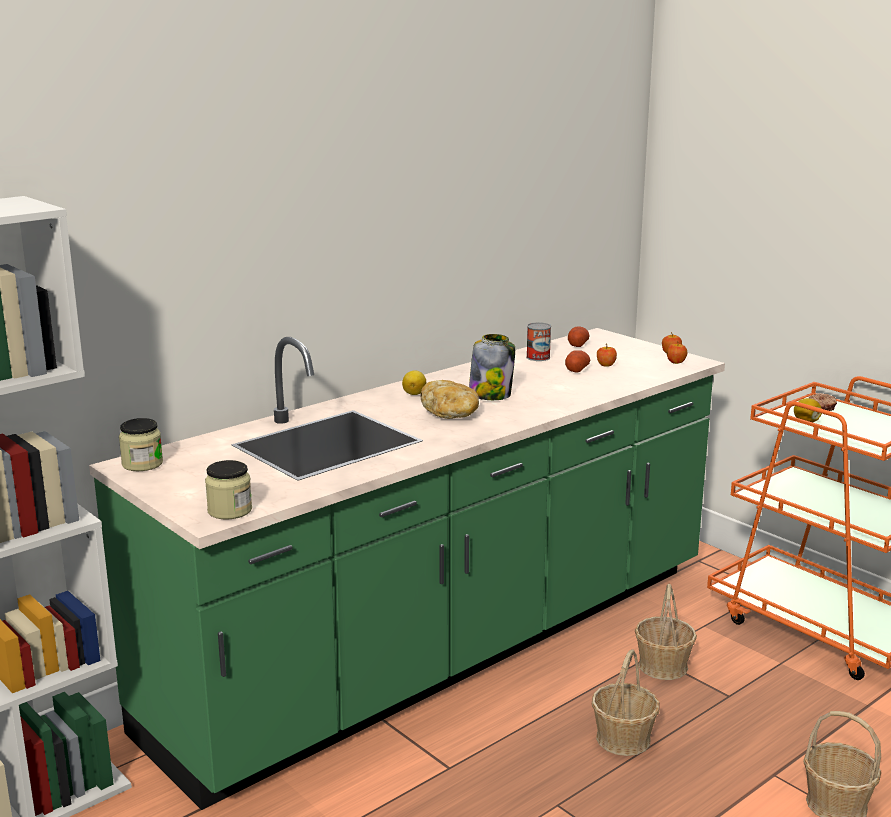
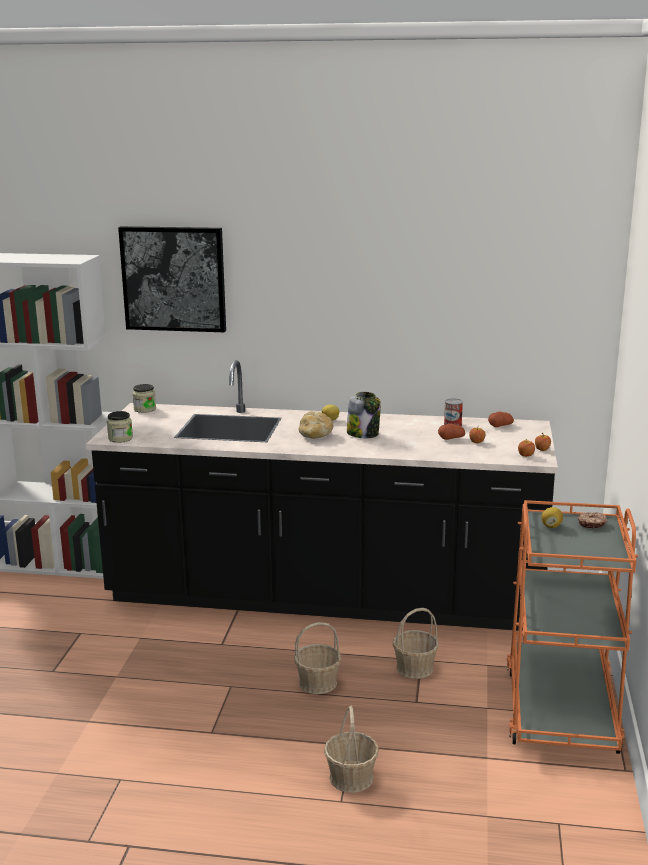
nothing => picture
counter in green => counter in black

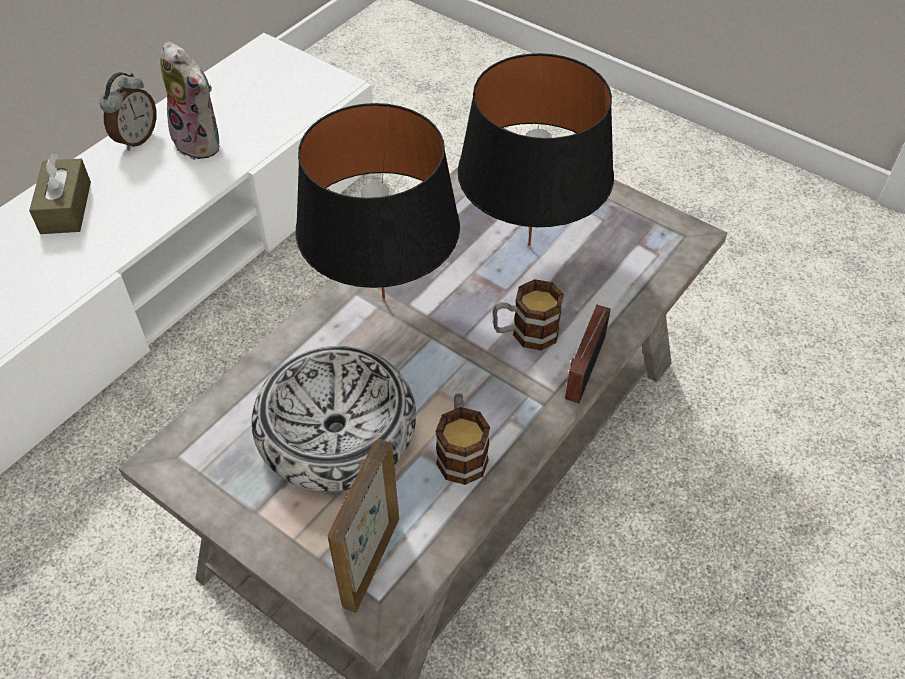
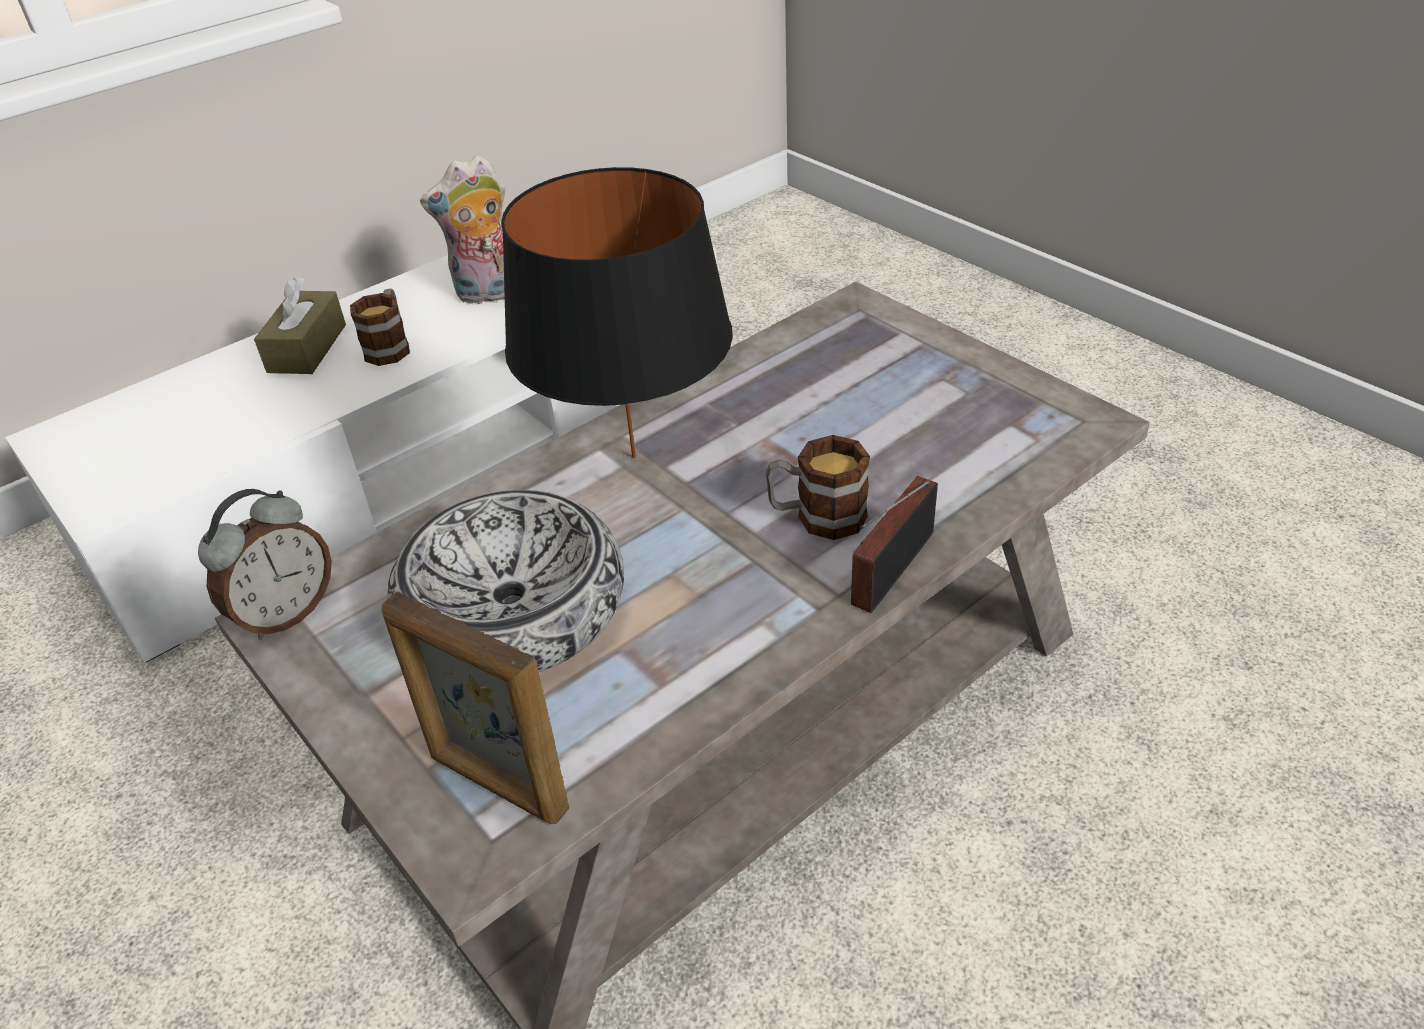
table lamp in black (2nd from left) => nothing
alarm clock, moved
mug (1st from left), moved
plush toy, 105 degrees clockwise
picture frame, 90 degrees counterclockwise

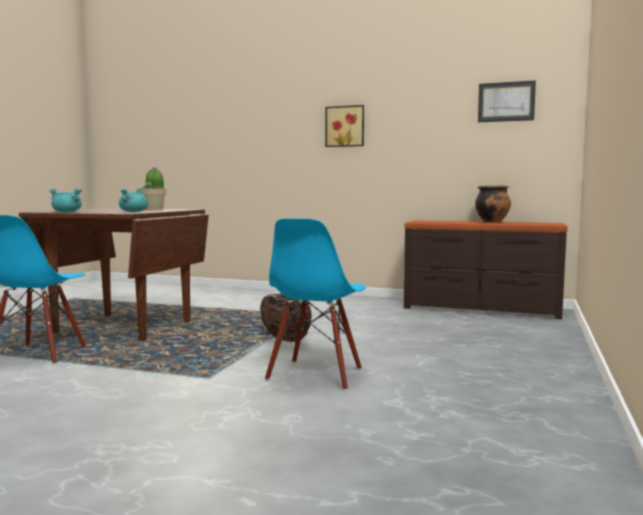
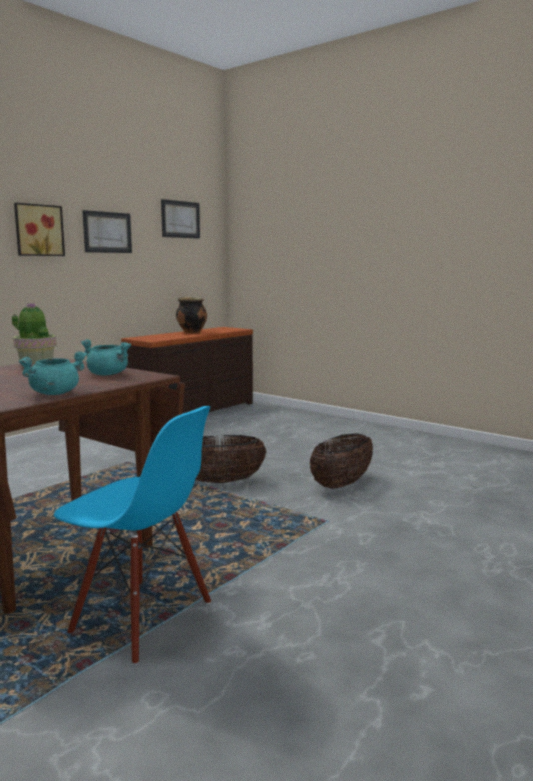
nothing => picture (2nd from left)
chair in blue (2nd from left) => basket (2nd from left)

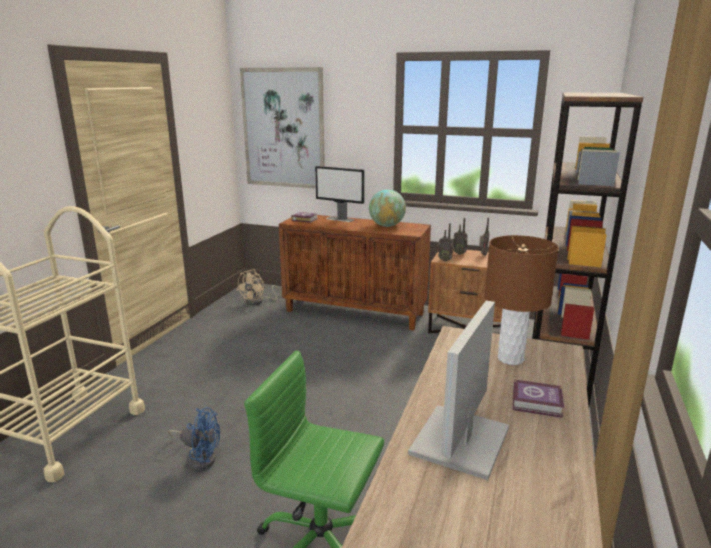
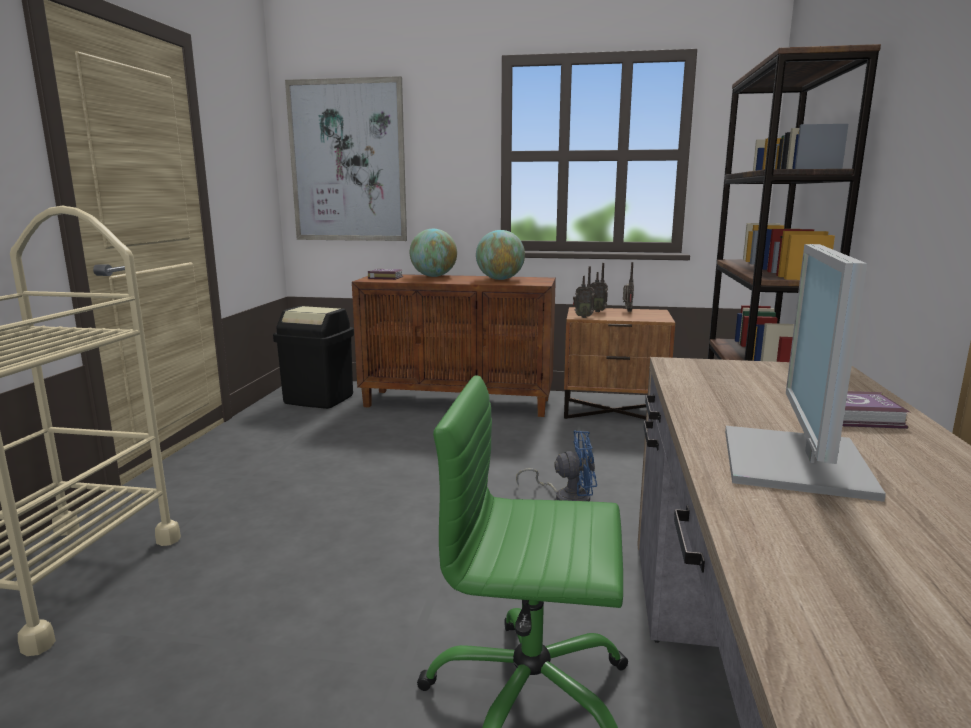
table lamp in brown => nothing
fan in blue, moved
fan in beige => trash can in black
monitor (1st from left) => globe (1st from left)

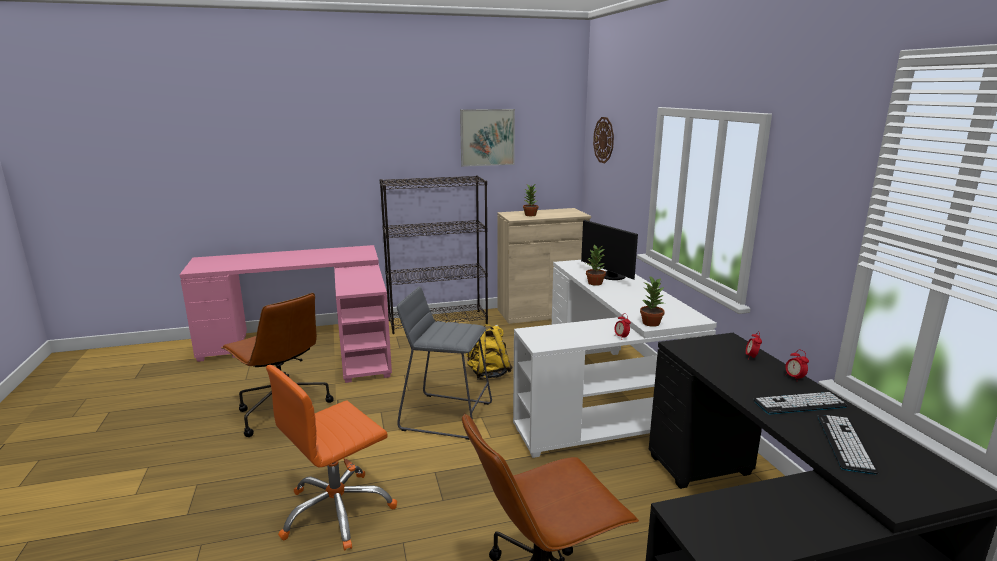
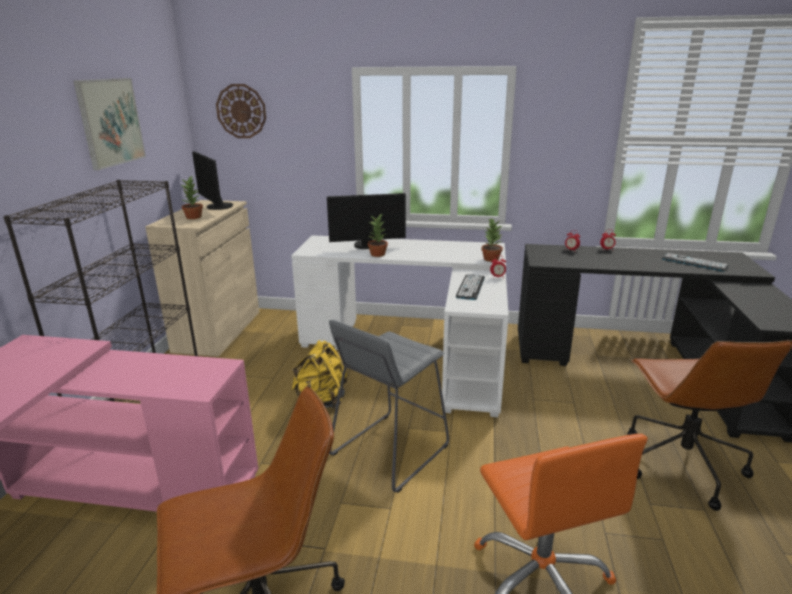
nothing => monitor (1st from left)
keyboard (1st from left), moved

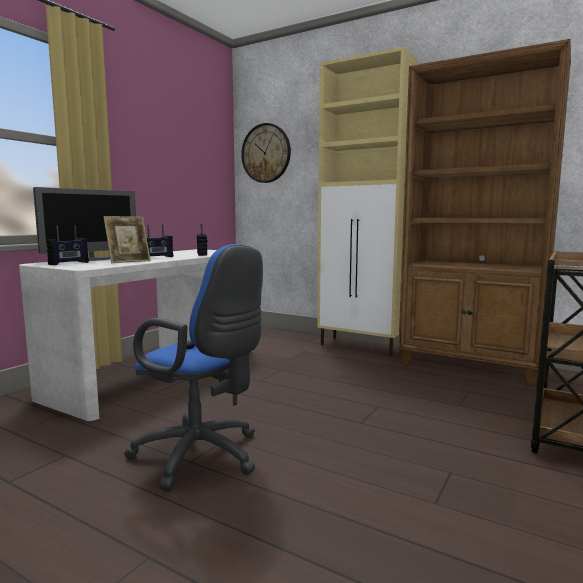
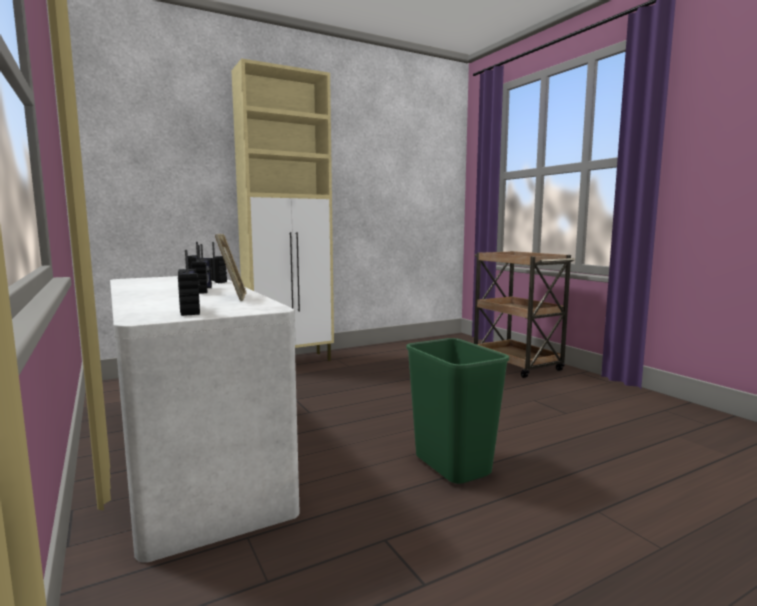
monitor => nothing
wall clock => nothing
bookcase in brown => nothing
office chair in blue => trash can in green

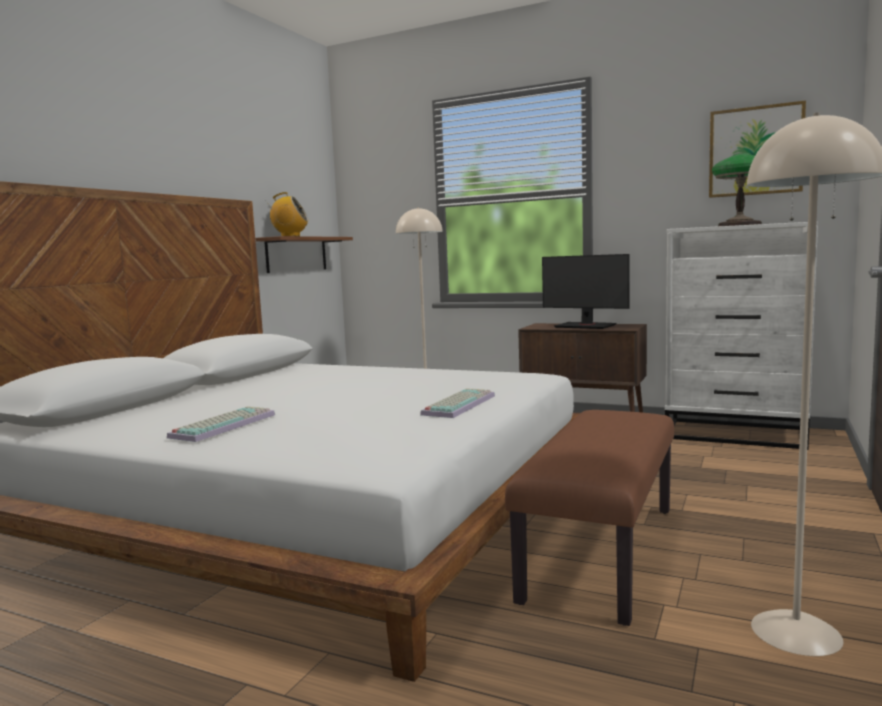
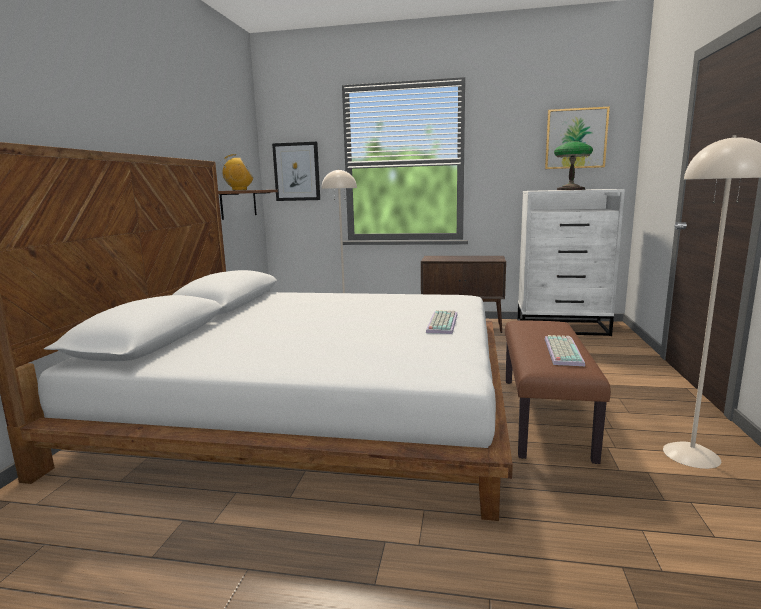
monitor => nothing
nothing => picture (1st from left)
keyboard (1st from left in the first image) => keyboard (2nd from left), moved

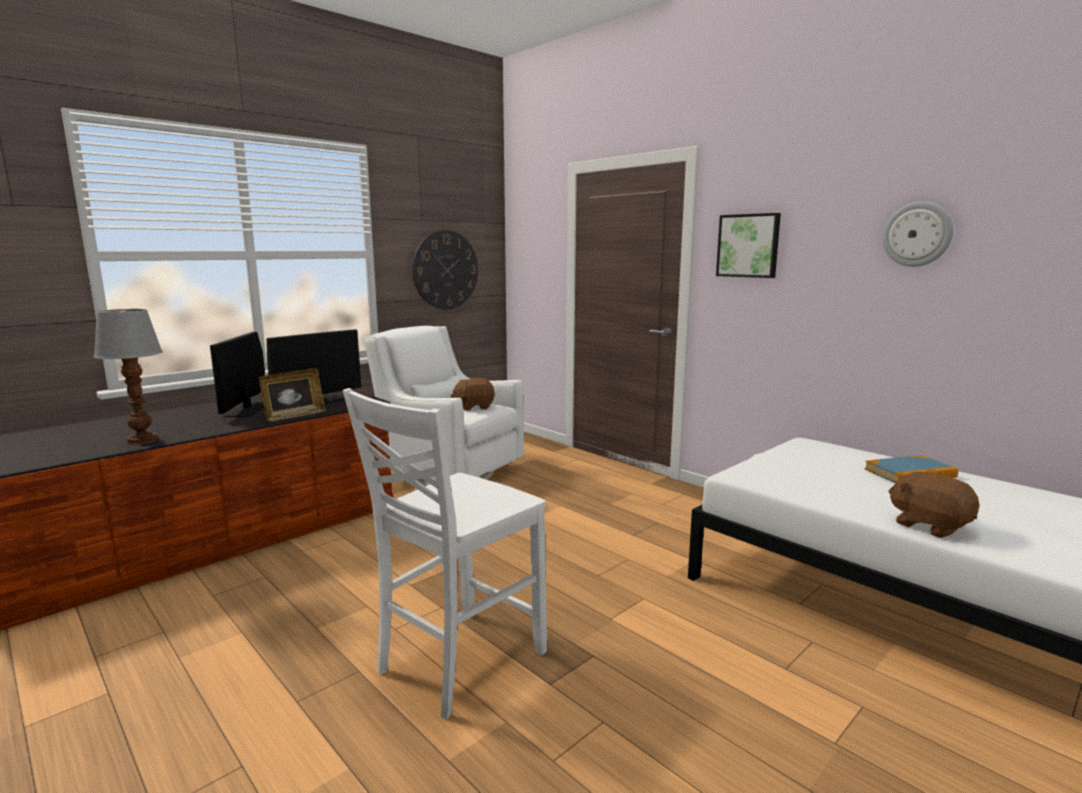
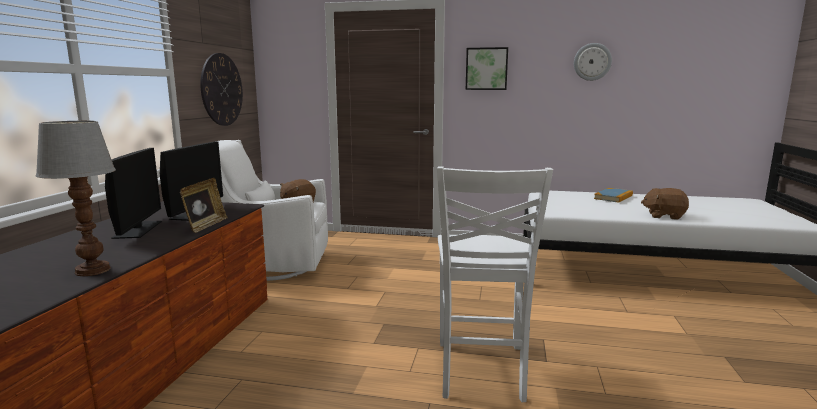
monitor (1st from left), 150 degrees counterclockwise

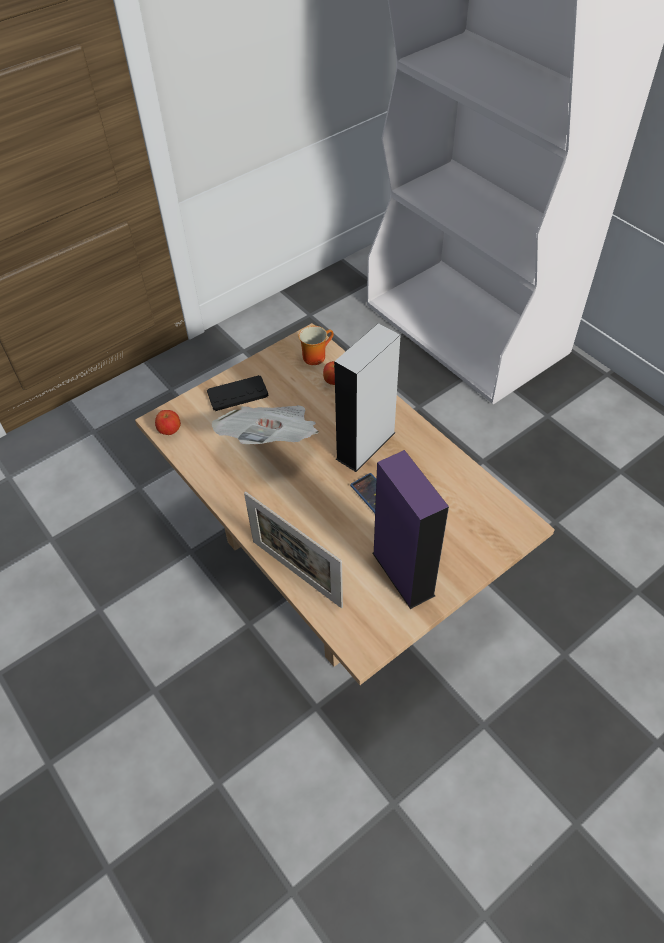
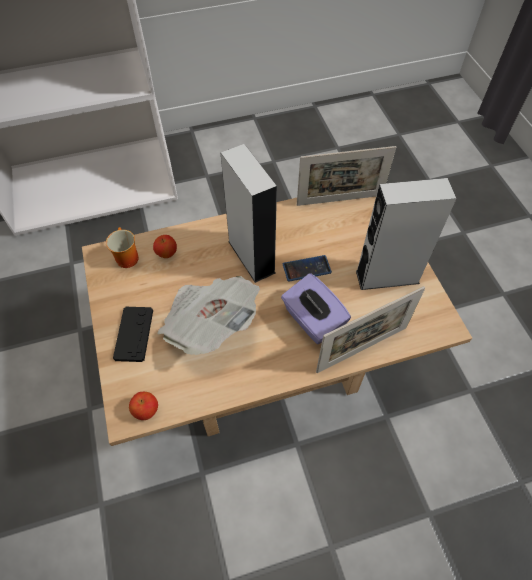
nothing => tissue box in purple
nothing => picture frame (1st from left)
speaker in purple => speaker in grey (2nd from left)

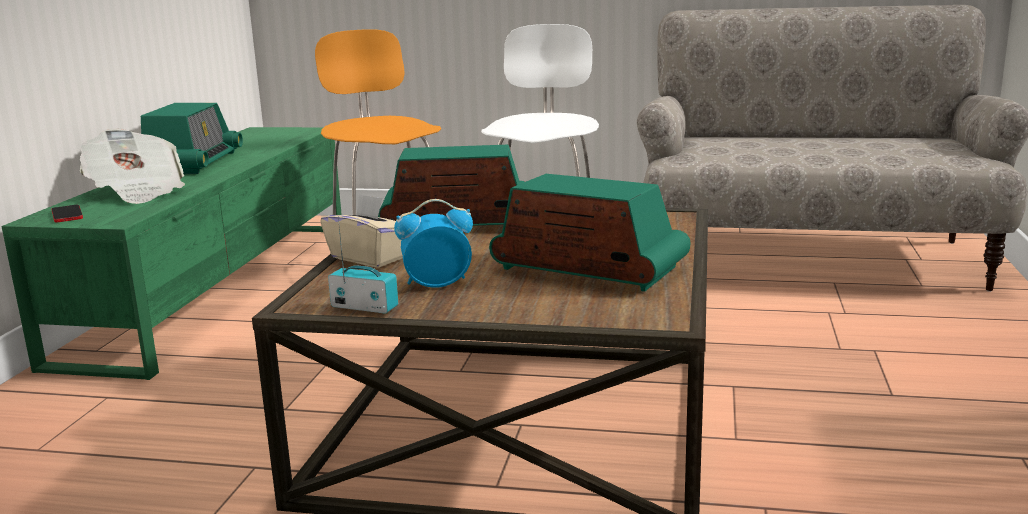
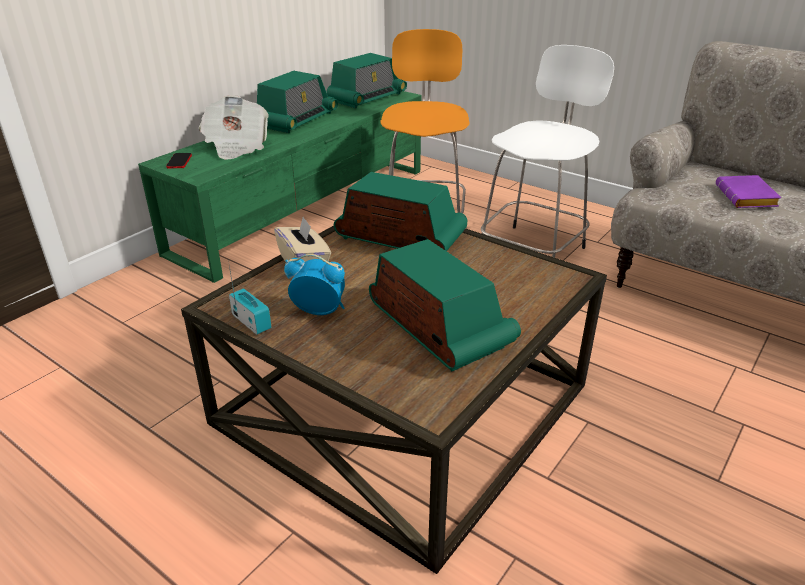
nothing => radio (3rd from left)
nothing => book in purple

